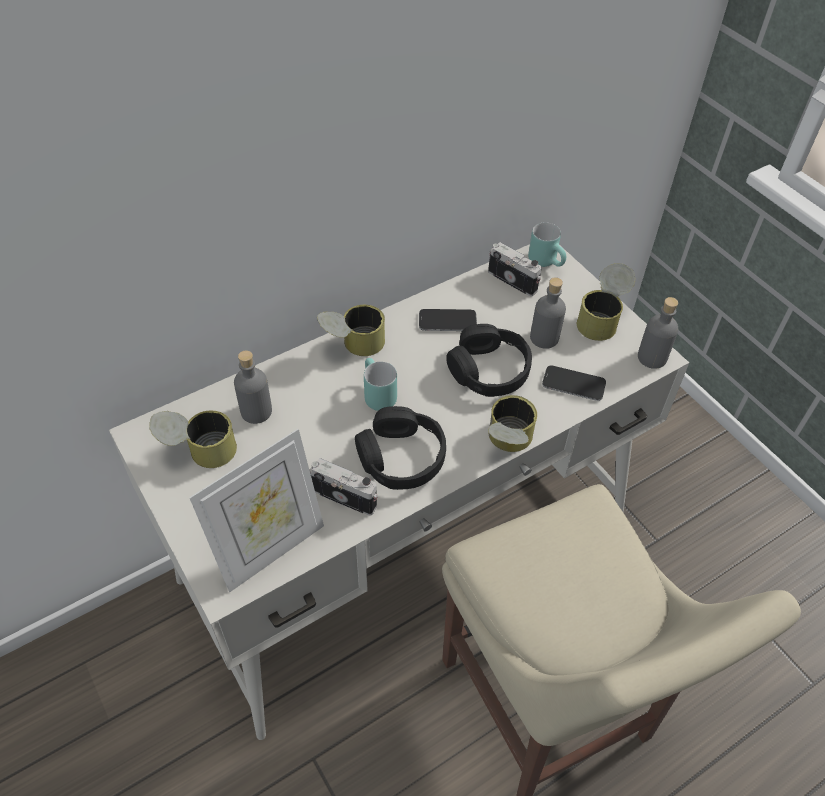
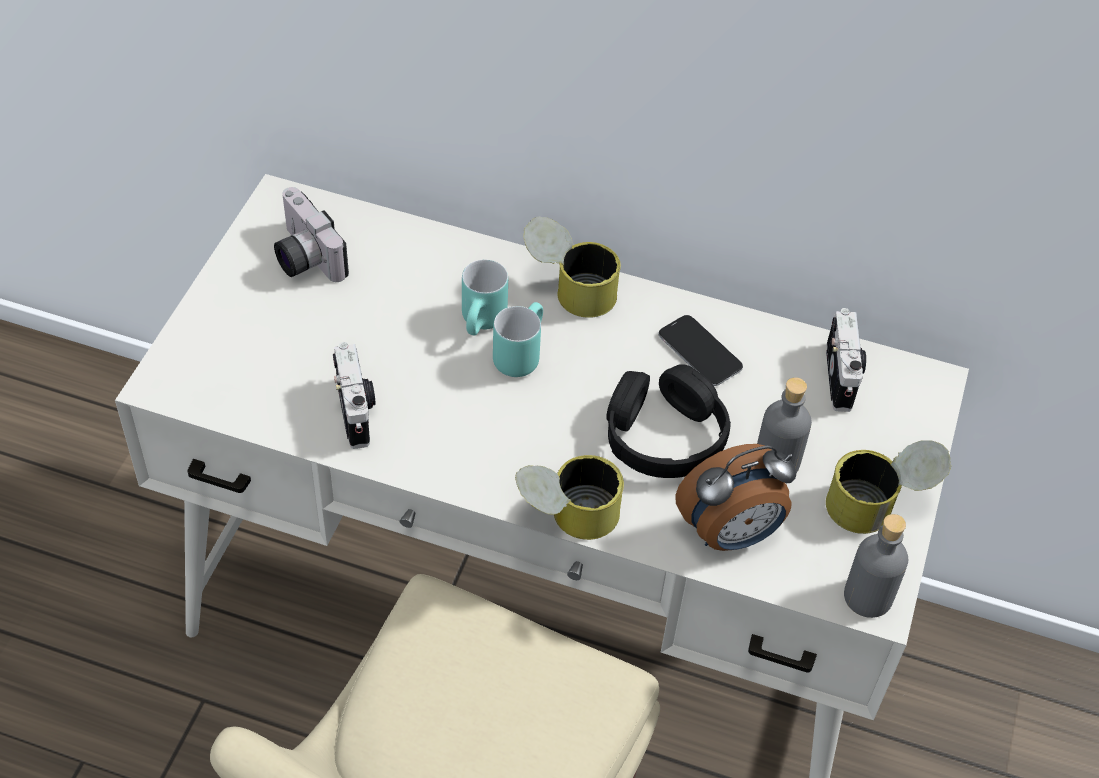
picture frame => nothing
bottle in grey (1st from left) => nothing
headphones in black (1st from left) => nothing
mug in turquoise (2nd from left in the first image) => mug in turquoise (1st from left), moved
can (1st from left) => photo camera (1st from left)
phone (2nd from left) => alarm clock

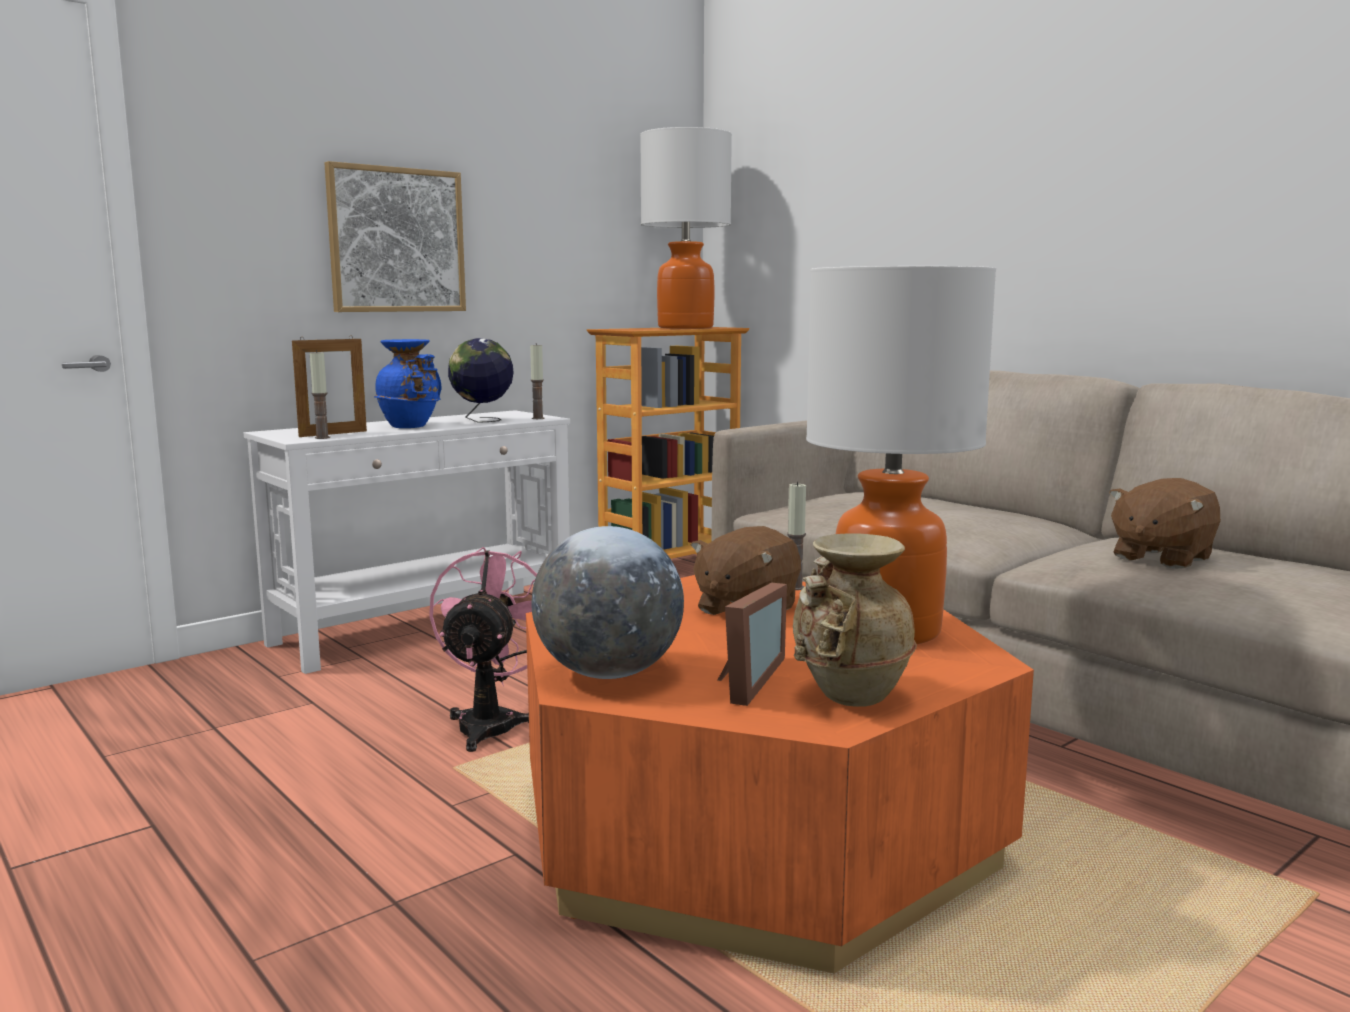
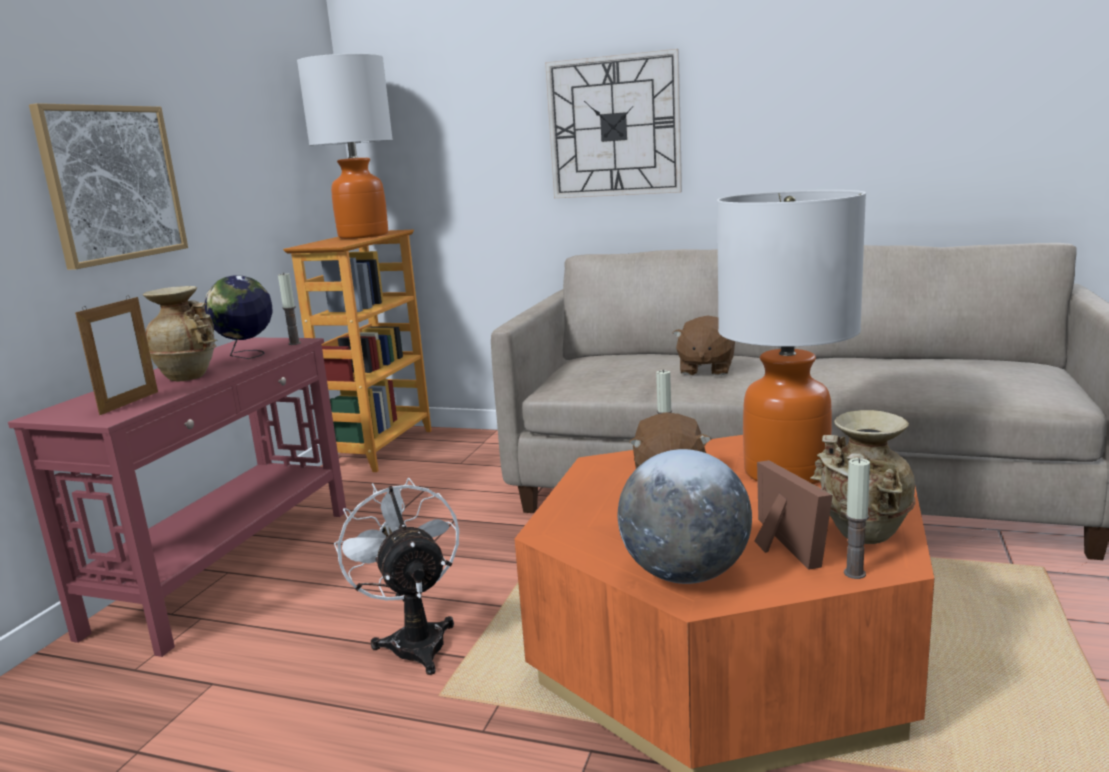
nothing => wall clock
candle (1st from left in the first image) => candle (3rd from left), moved
plush toy in brown (2nd from left), moved
console table in white => console table in red
vase in blue => vase in beige (1st from left)
fan in pink => fan in white

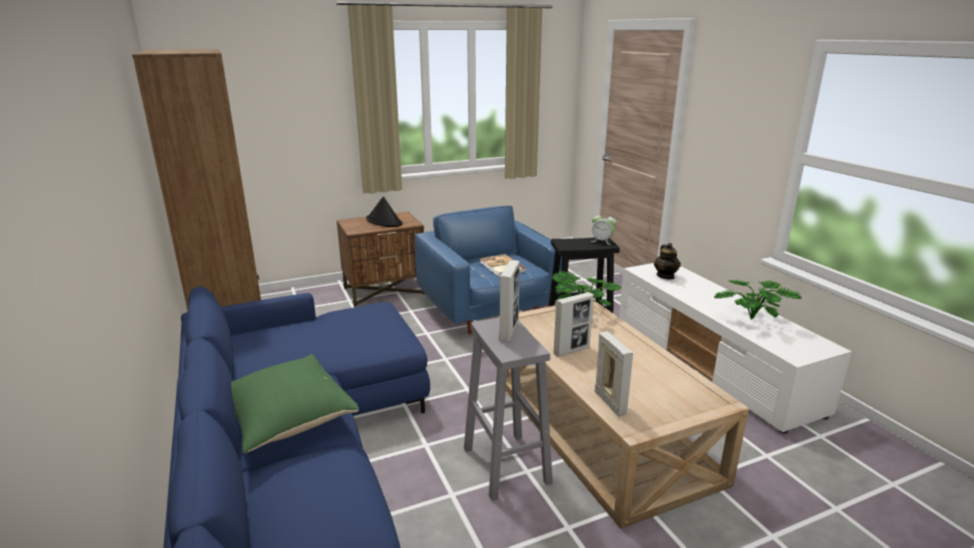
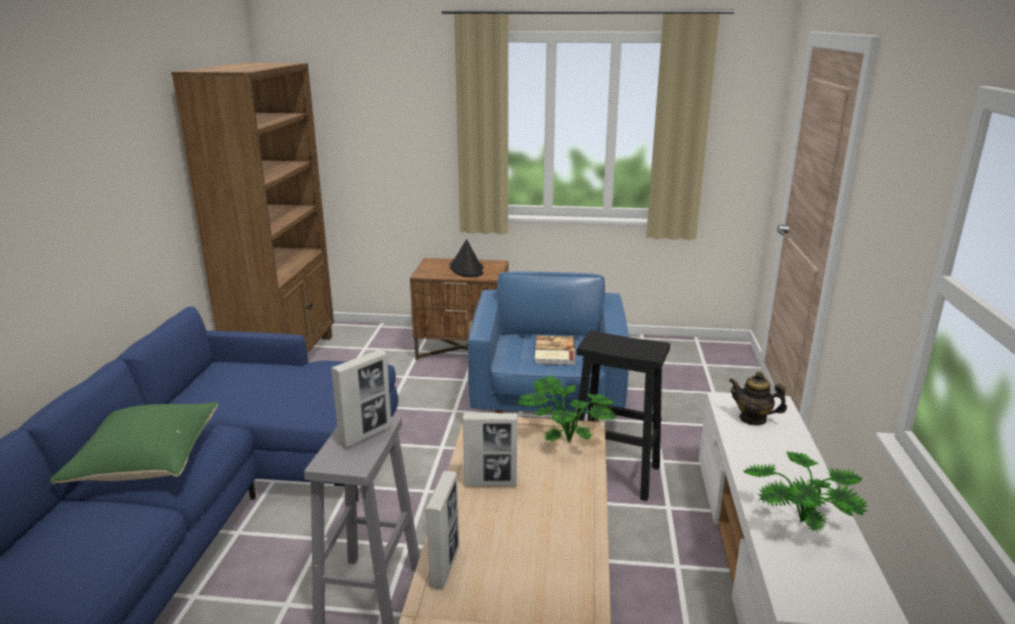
alarm clock => nothing
teapot, 90 degrees clockwise

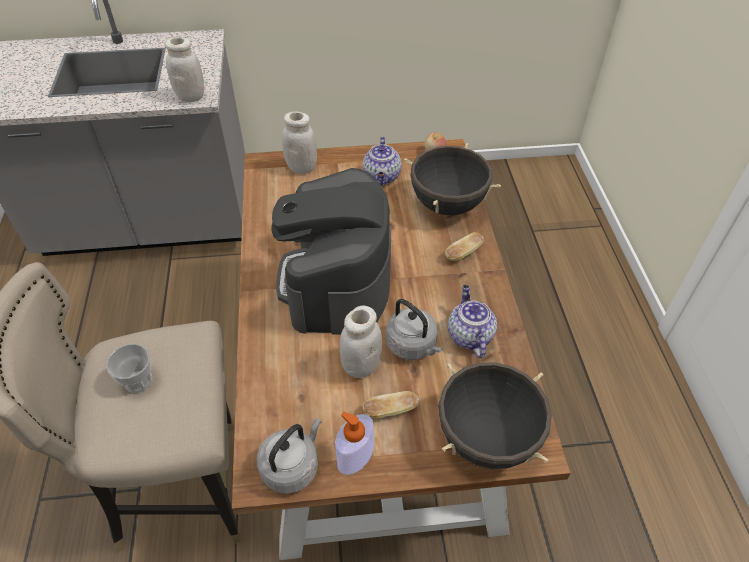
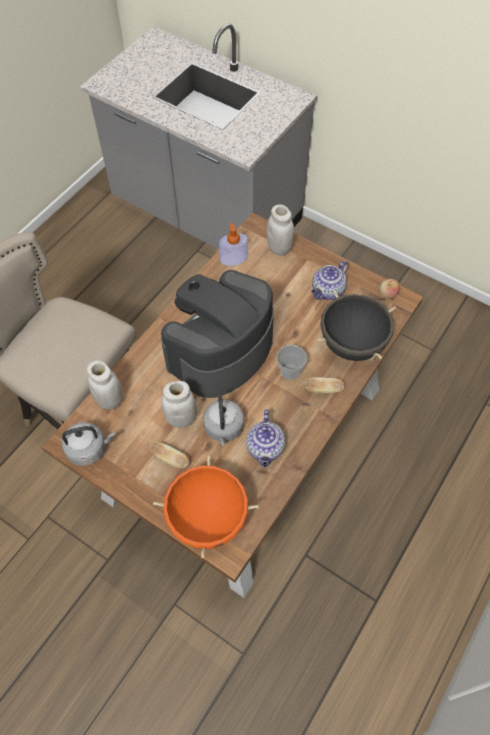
cup, moved
jar in white (1st from left), moved
soap dispenser, moved
cooking pot in black (2nd from left) => cooking pot in orange
teapot (2nd from left in the first image) => teapot (1st from left), 150 degrees clockwise

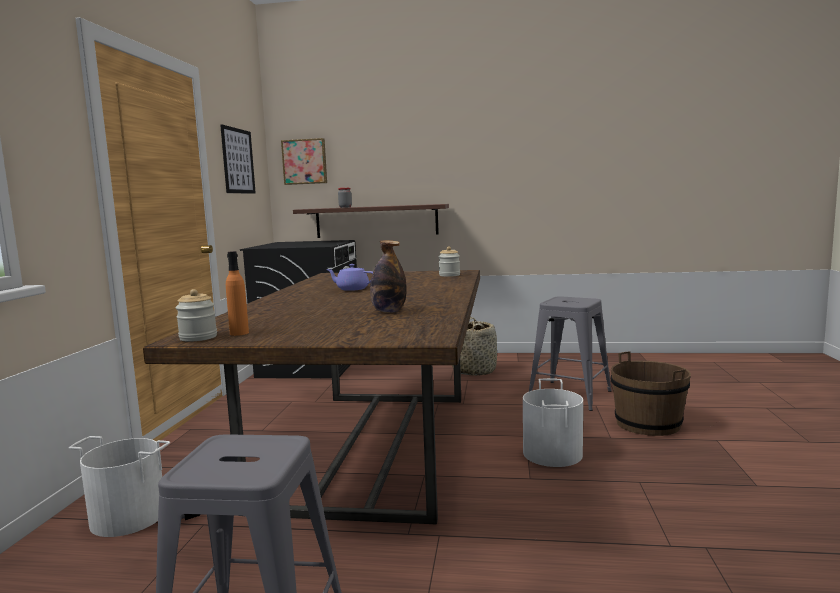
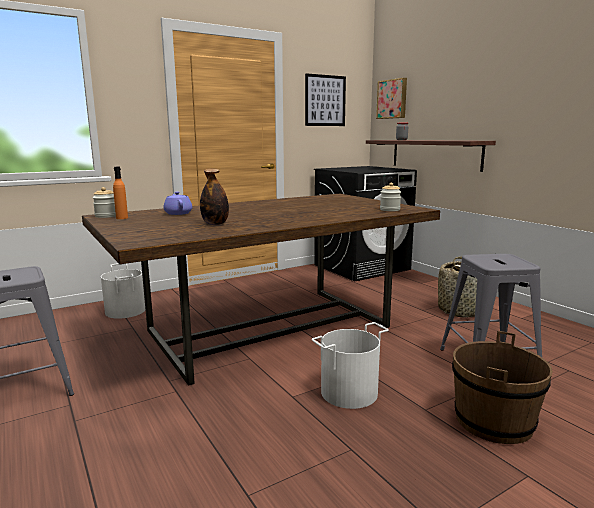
teapot in purple, moved

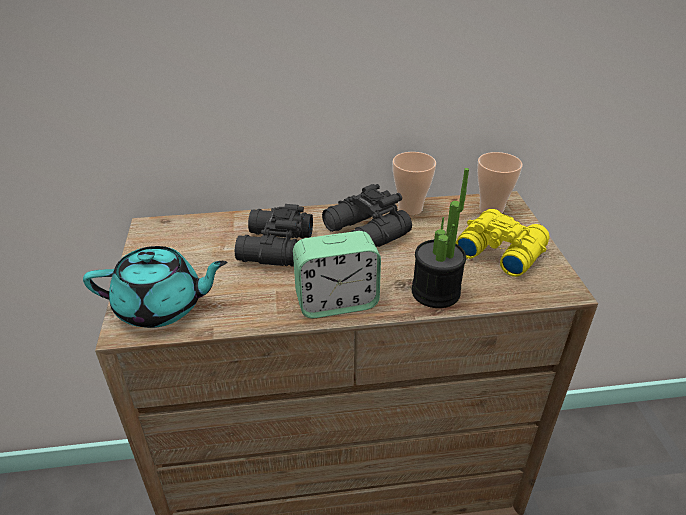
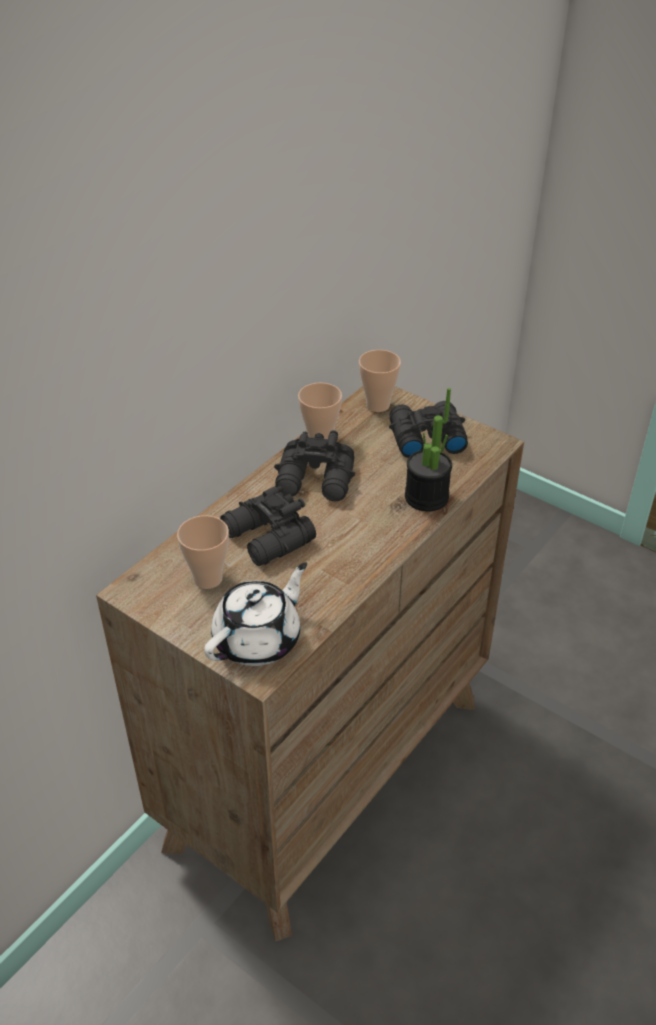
alarm clock => nothing
nothing => cup (1st from left)
teapot in turquoise => teapot in white
binoculars in yellow => binoculars in black (3rd from left)

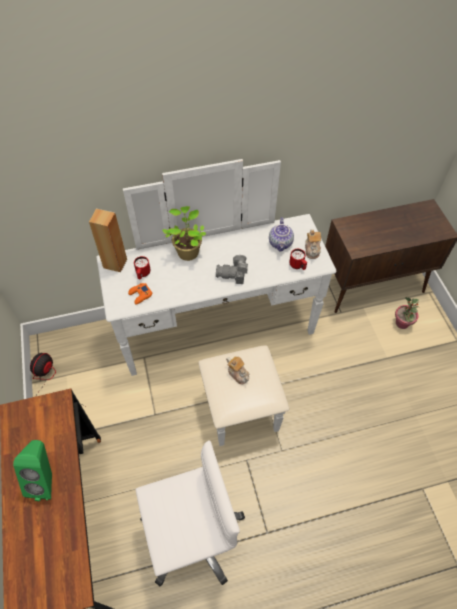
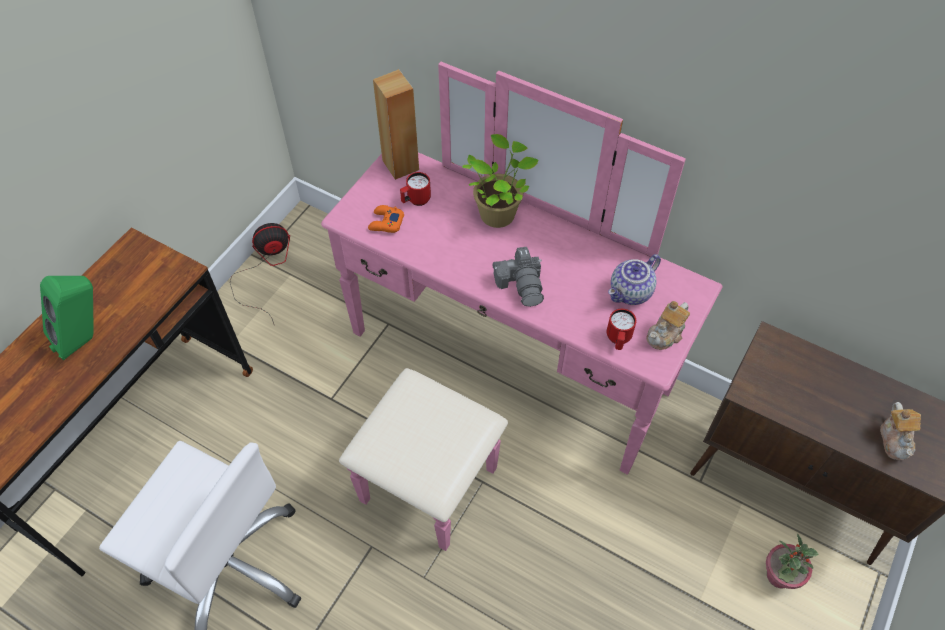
teapot (1st from left in the first image) => teapot (3rd from left), moved
dresser in white => dresser in pink
photo camera, 150 degrees counterclockwise

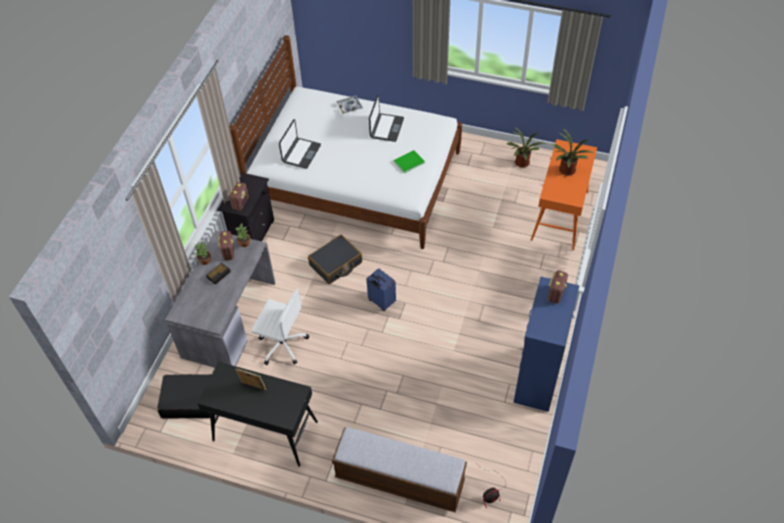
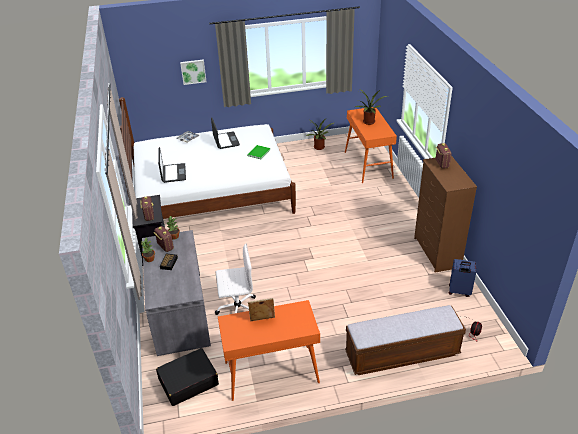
suitcase in black (2nd from left) => nothing
nothing => picture
suitcase in blue, moved
console table in black => console table in orange (1st from left)
dresser in blue => dresser in brown

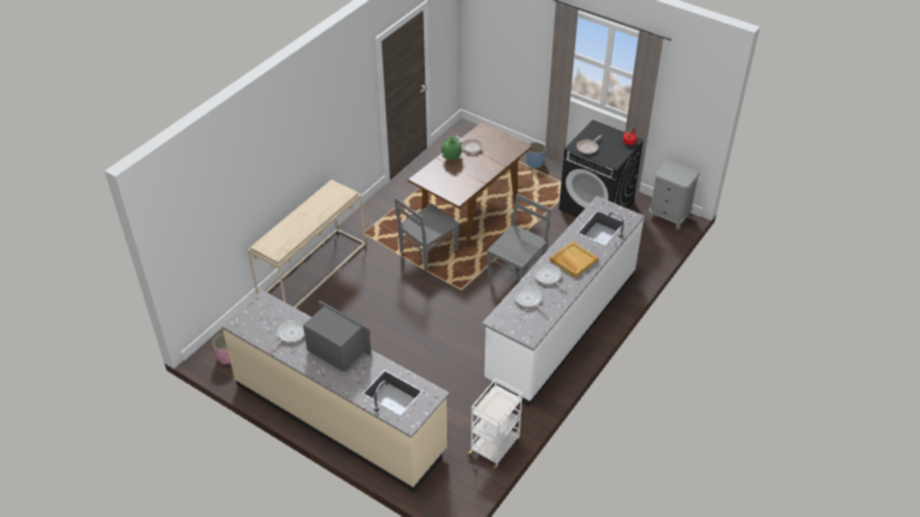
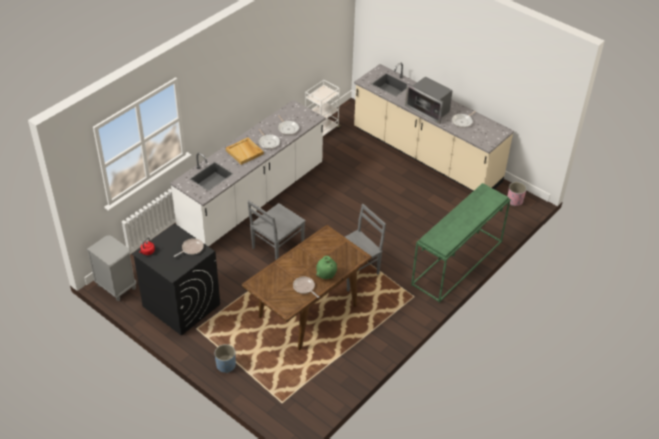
console table in beige => console table in green

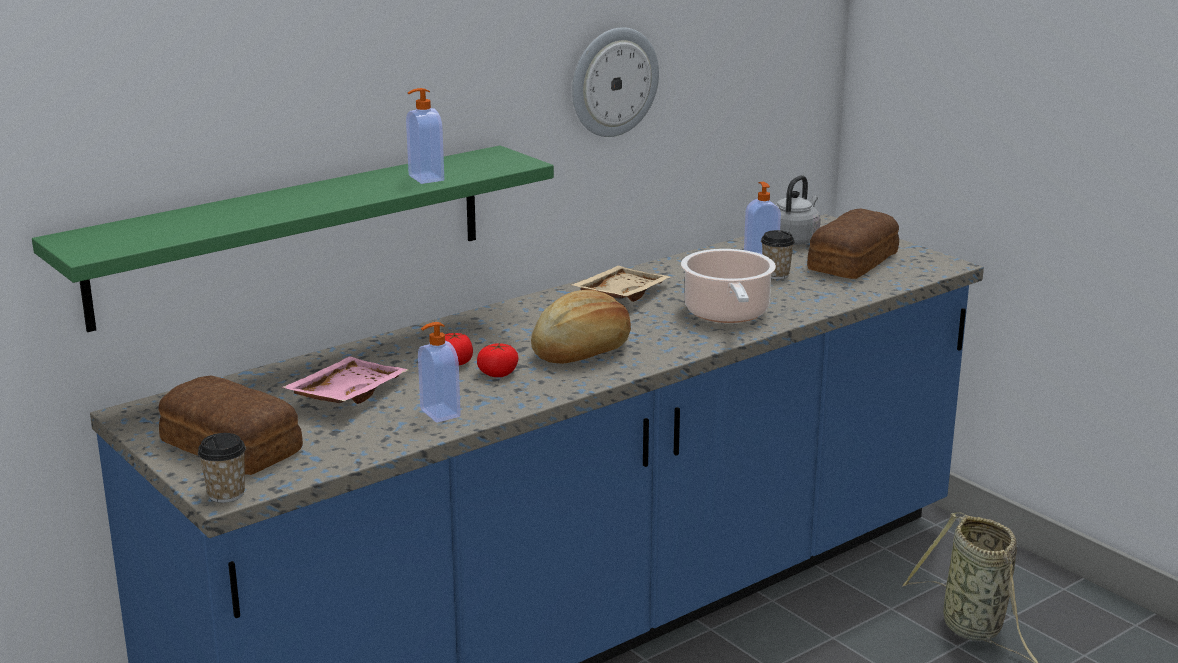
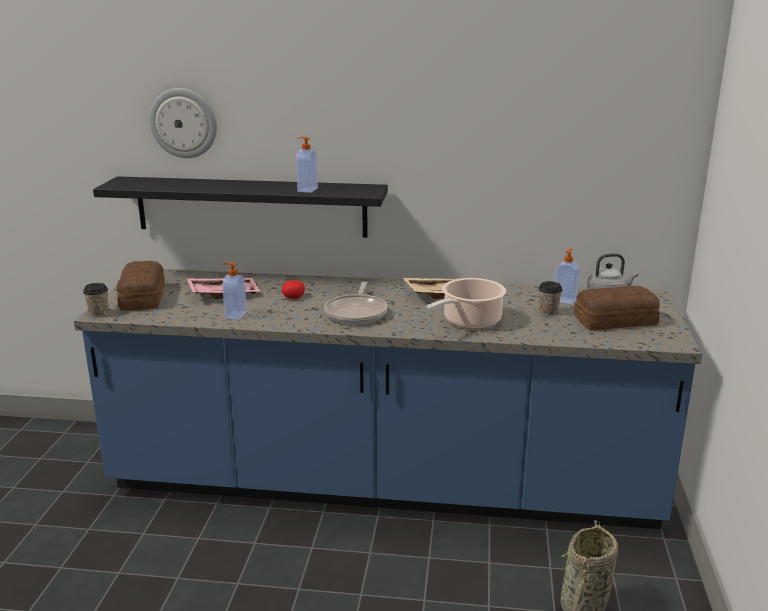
tomato (2nd from left) => nothing
wall clock, moved
bread (2nd from left) => frying pan
shelf in green => shelf in black

